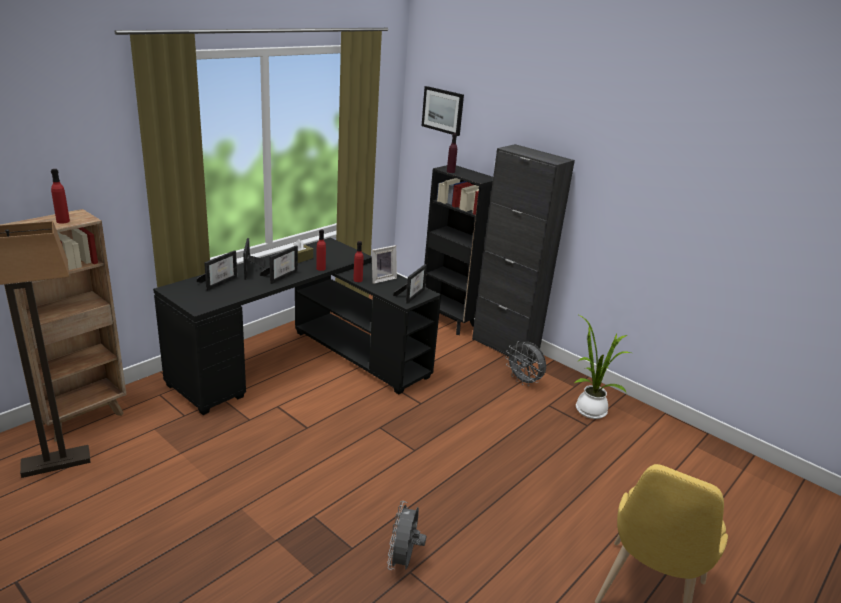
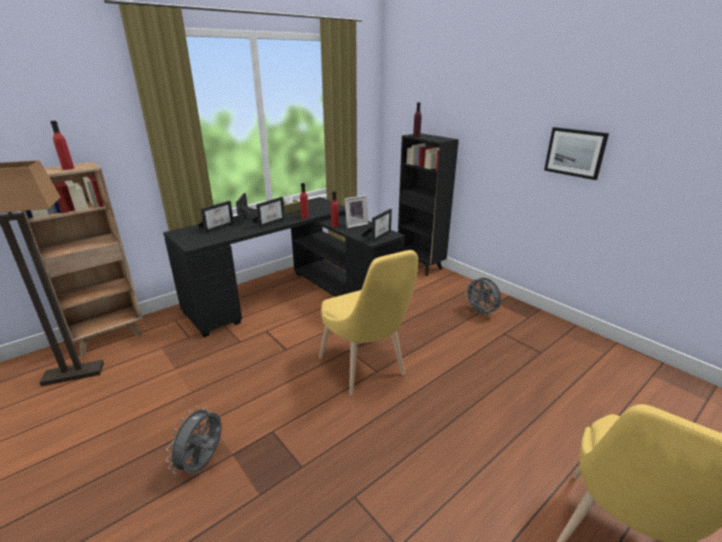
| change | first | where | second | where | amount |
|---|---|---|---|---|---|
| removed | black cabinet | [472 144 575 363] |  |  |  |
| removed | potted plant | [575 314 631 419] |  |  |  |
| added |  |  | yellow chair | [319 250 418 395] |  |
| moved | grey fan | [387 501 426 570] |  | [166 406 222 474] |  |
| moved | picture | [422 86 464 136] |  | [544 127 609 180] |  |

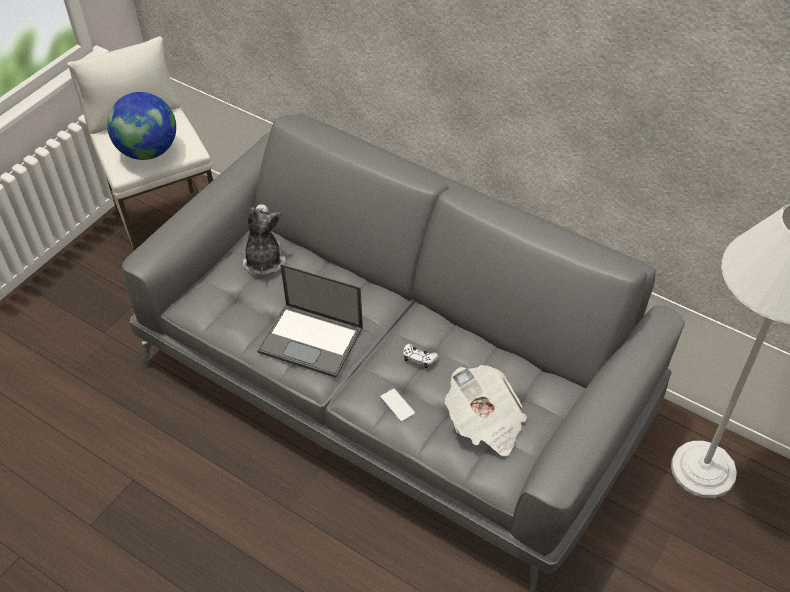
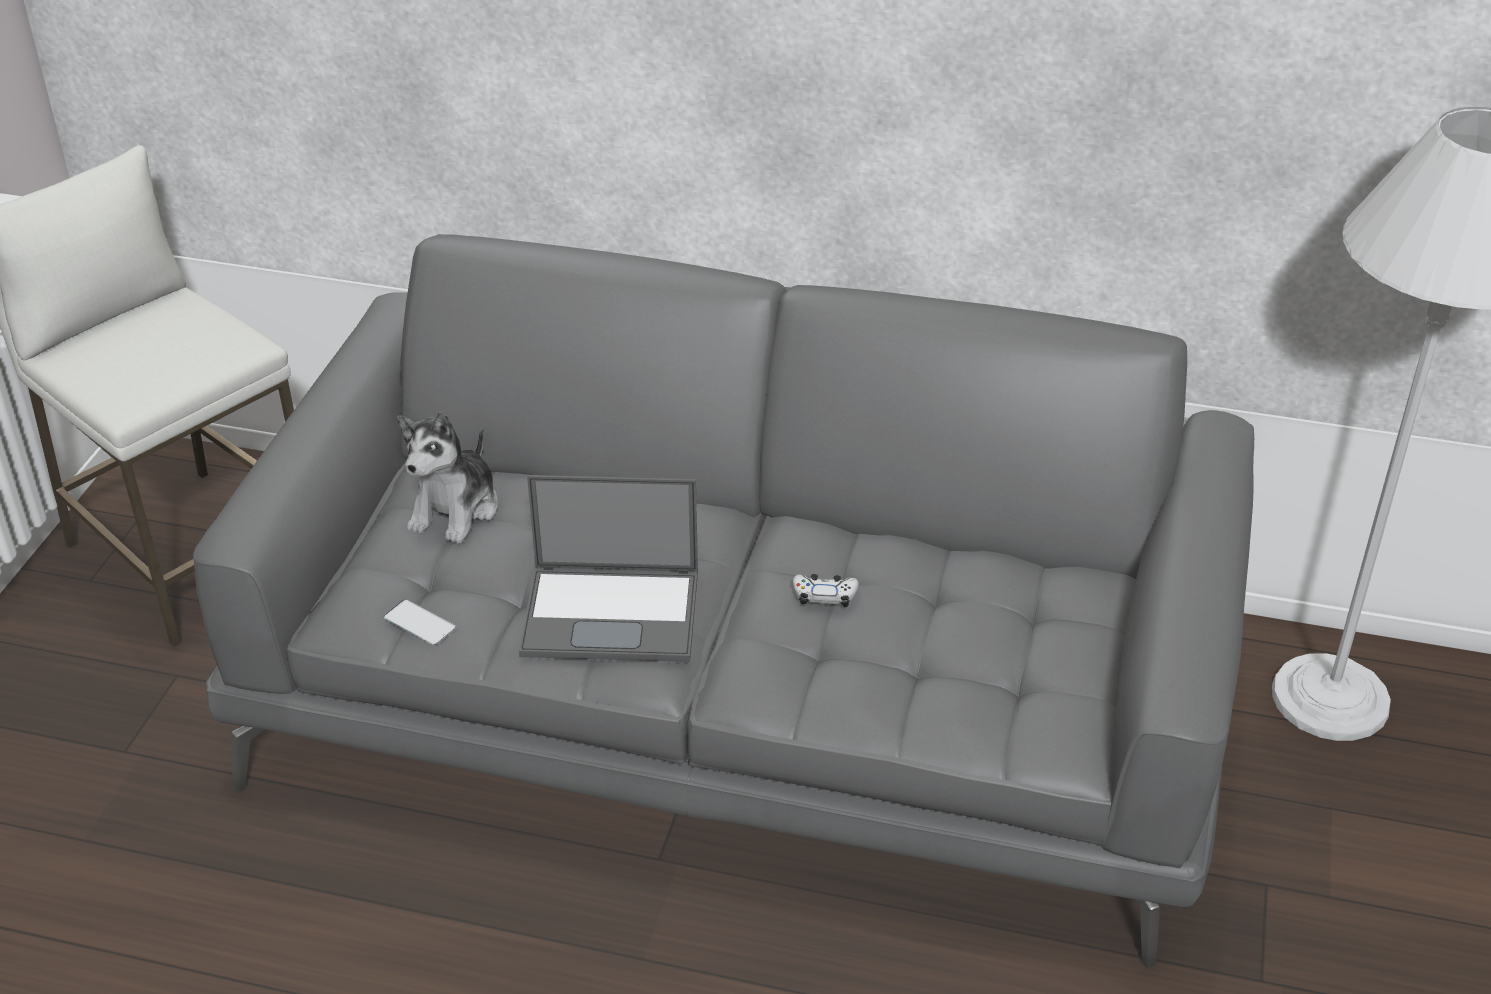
| change | first | where | second | where | amount |
|---|---|---|---|---|---|
| removed | globe | [107 92 176 160] |  |  |  |
| removed | newspaper | [445 365 527 456] |  |  |  |
| moved | phone | [380 388 415 422] |  | [383 599 456 646] |  |
| turned | plush toy | [243 204 286 275] |  | [397 412 498 544] | 135 degrees counterclockwise |

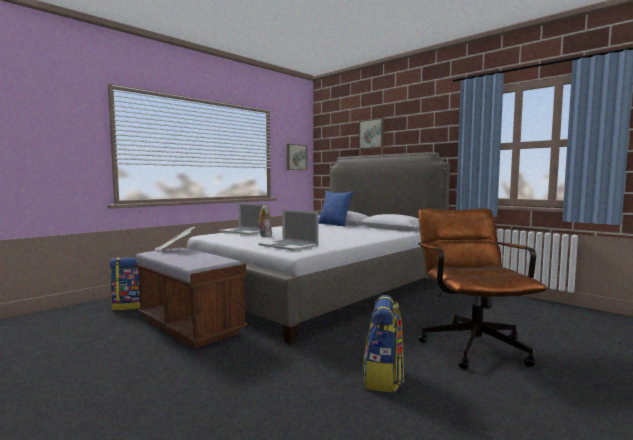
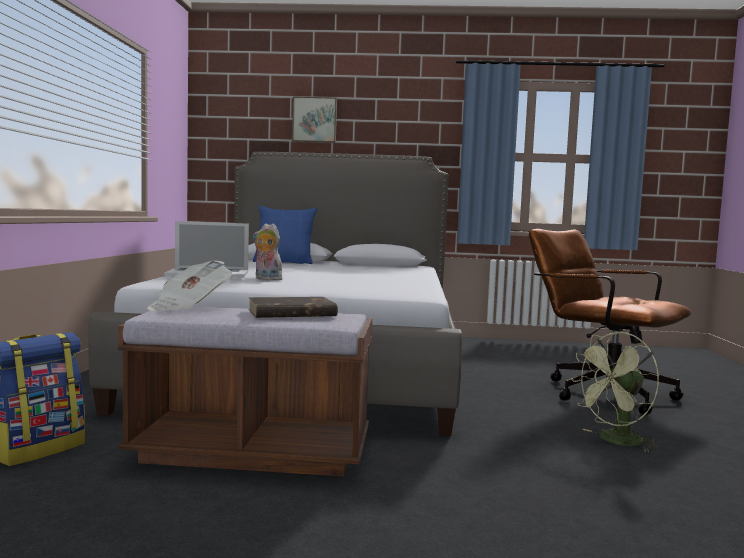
| change | first | where | second | where | amount |
|---|---|---|---|---|---|
| removed | laptop | [258 210 318 251] |  |  |  |
| removed | picture | [287 144 307 170] |  |  |  |
| added |  |  | brown book | [248 297 338 318] |  |
| replaced | backpack | [363 295 404 392] | green fan | [570 331 659 453] |  |

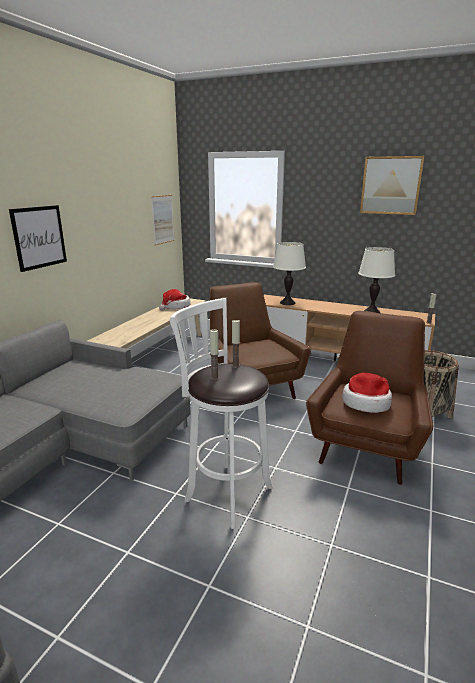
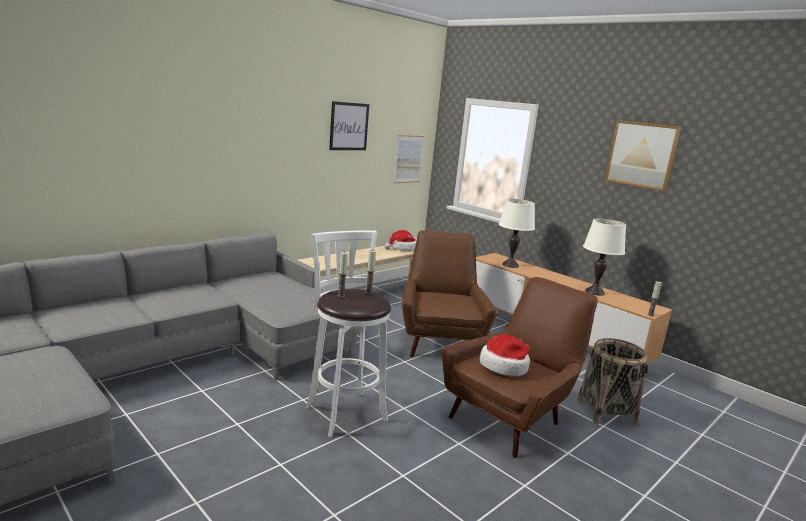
| change | first | where | second | where | amount |
|---|---|---|---|---|---|
| moved | picture | [9 205 67 272] |  | [329 101 369 150] |  |

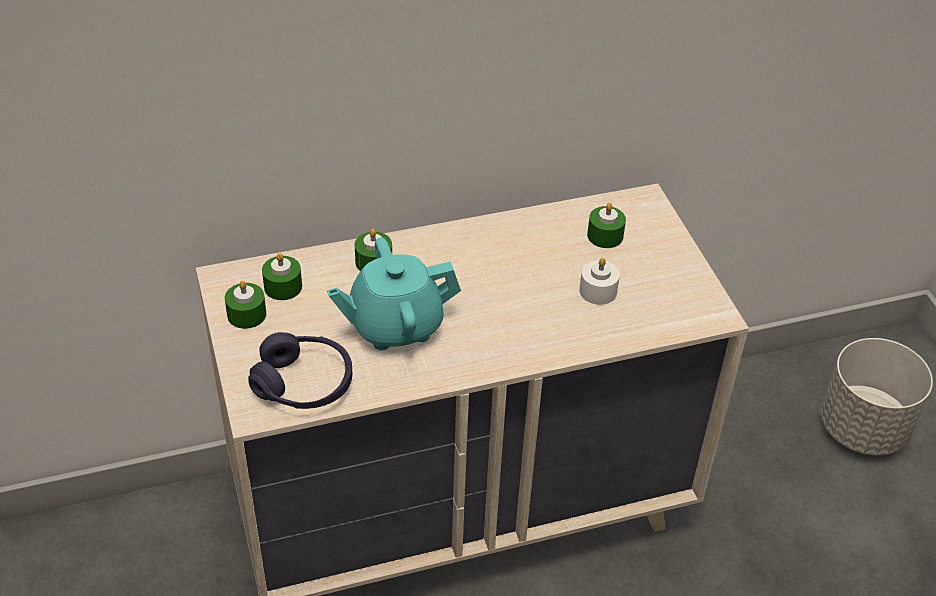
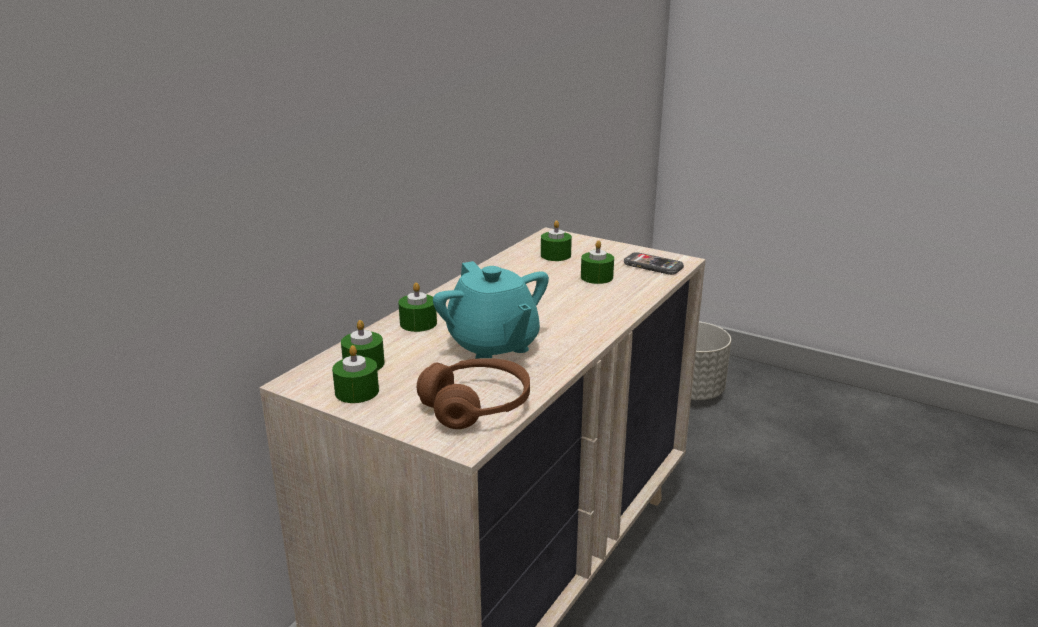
| change | first | where | second | where | amount |
|---|---|---|---|---|---|
| added |  |  | phone | [624 252 684 275] |  |
| recoloured | purple headphones | [248 332 352 409] | brown headphones | [417 358 530 429] |  |
| recoloured | white candle | [579 258 620 305] | green candle | [581 240 614 284] |  |
| turned | turquoise teapot | [327 238 461 350] |  | [433 261 549 359] | 60 degrees counterclockwise |

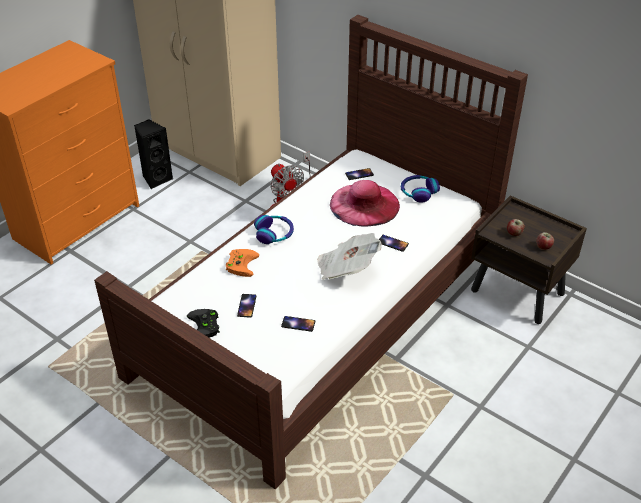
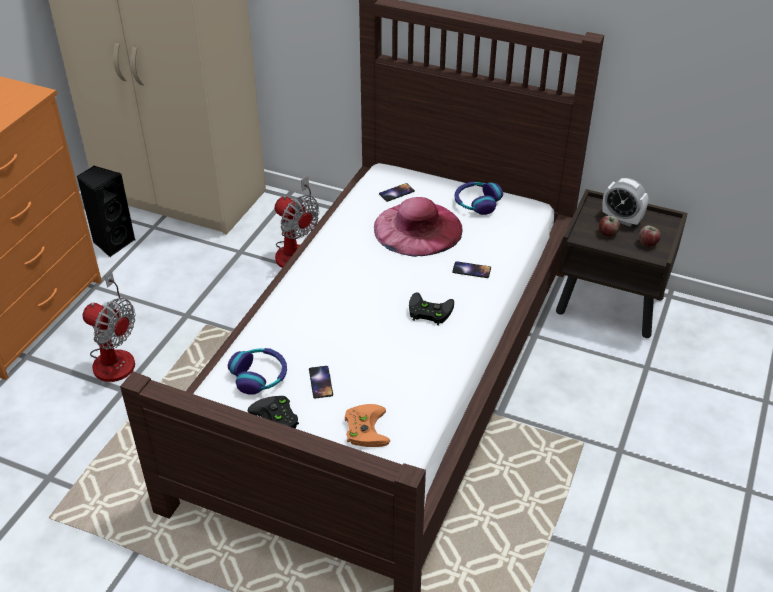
| change | first | where | second | where | amount |
|---|---|---|---|---|---|
| removed | phone | [281 316 315 332] |  |  |  |
| added |  |  | fan | [82 270 136 382] |  |
| added |  |  | alarm clock | [602 178 648 227] |  |
| moved | orange game controller | [226 249 259 277] |  | [345 404 390 447] |  |
| moved | headphones | [254 215 294 244] |  | [228 348 287 395] |  |
| replaced | newspaper | [317 233 382 280] | black game controller | [409 292 454 325] |  |

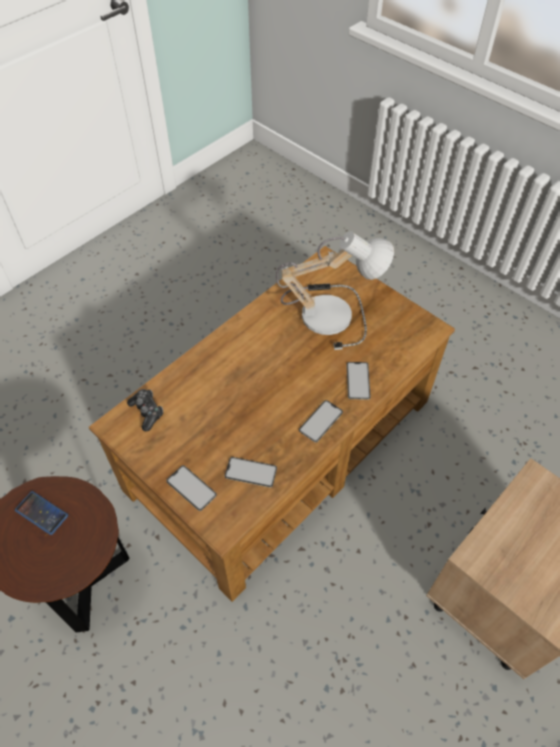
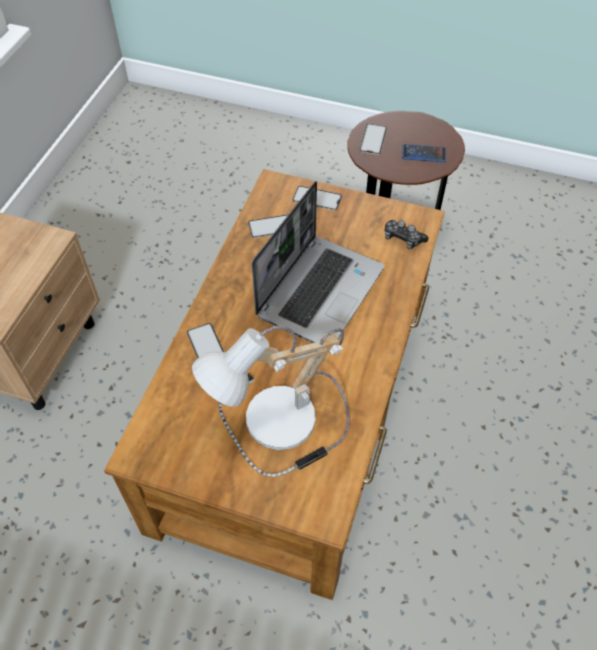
| change | first | where | second | where | amount |
|---|---|---|---|---|---|
| added |  |  | laptop | [252 181 384 343] |  |
| moved | phone | [299 400 343 442] |  | [359 124 387 155] |  |

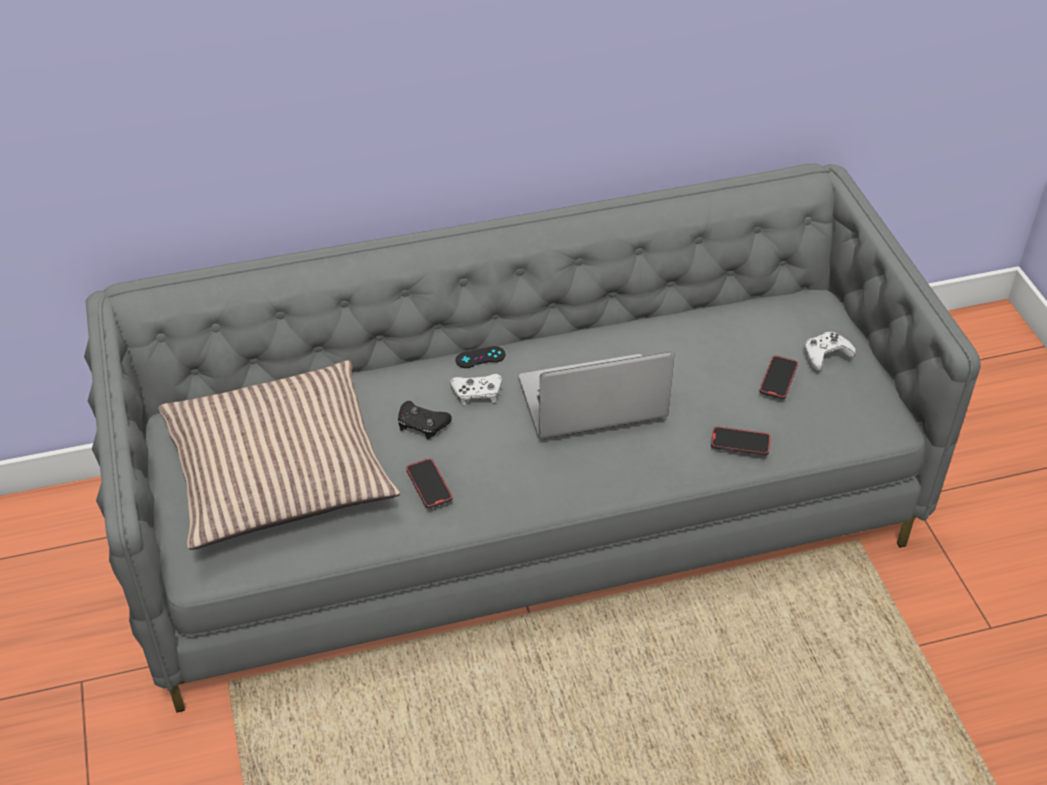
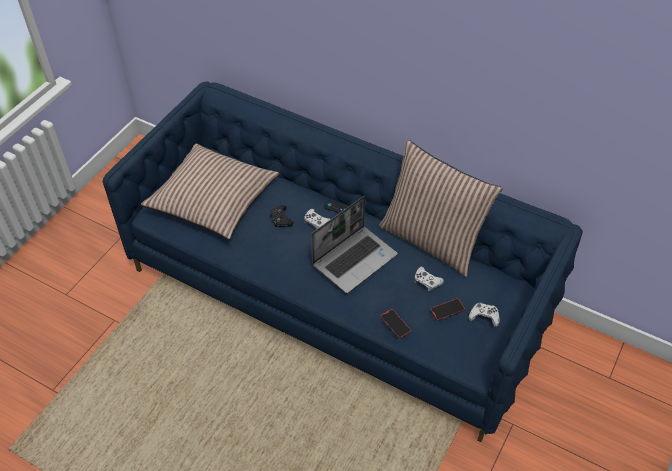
| change | first | where | second | where | amount |
|---|---|---|---|---|---|
| removed | phone | [406 458 452 509] |  |  |  |
| added |  |  | pillow | [379 140 502 277] |  |
| added |  |  | white game controller | [414 267 444 291] |  |
| recoloured | grey sofa | [84 164 981 712] | blue sofa | [103 82 583 442] |  |
| turned | laptop | [519 352 674 439] |  | [311 196 398 293] | 105 degrees clockwise |

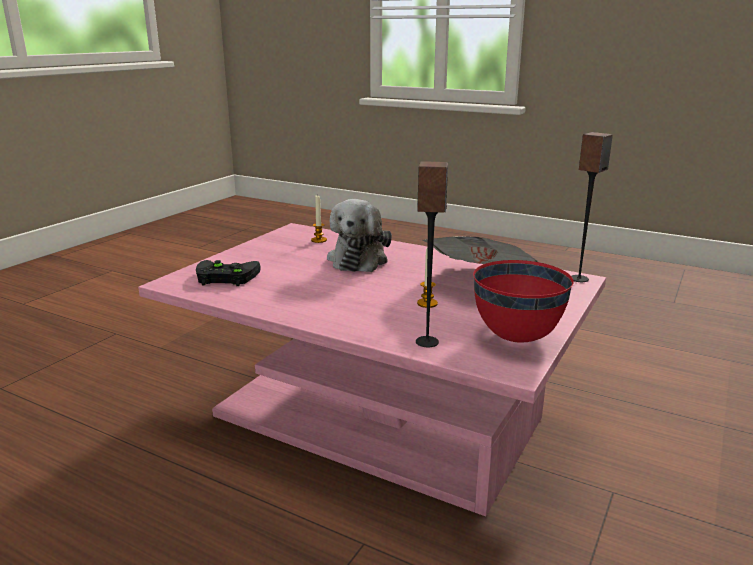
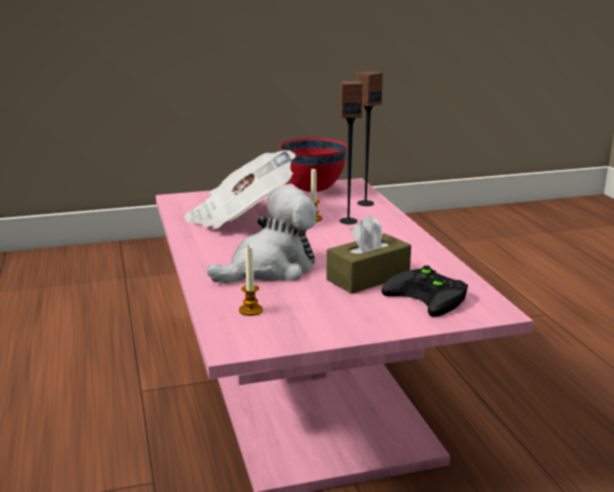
| change | first | where | second | where | amount |
|---|---|---|---|---|---|
| added |  |  | brown tissue box | [326 215 411 294] |  |
| moved | speaker | [572 132 613 282] |  | [339 80 362 224] |  |

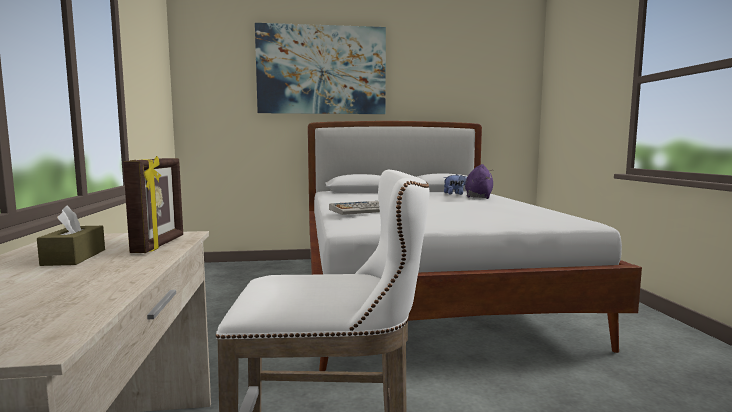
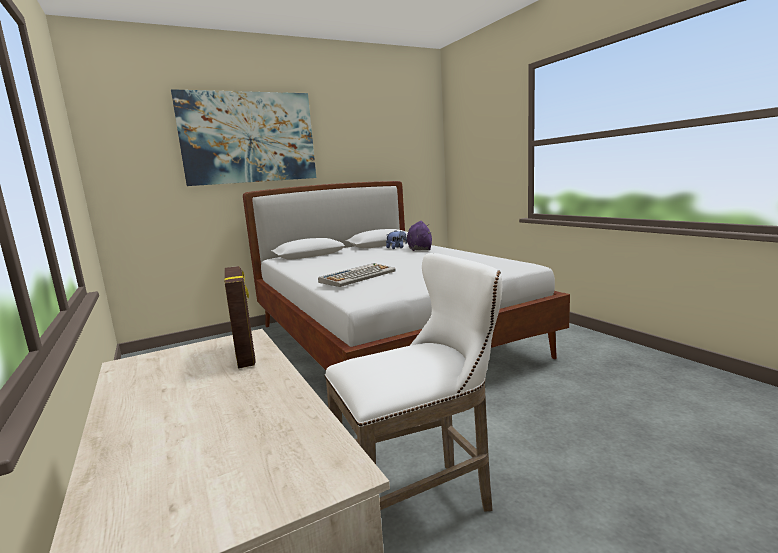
| change | first | where | second | where | amount |
|---|---|---|---|---|---|
| removed | brown tissue box | [37 205 105 266] |  |  |  |

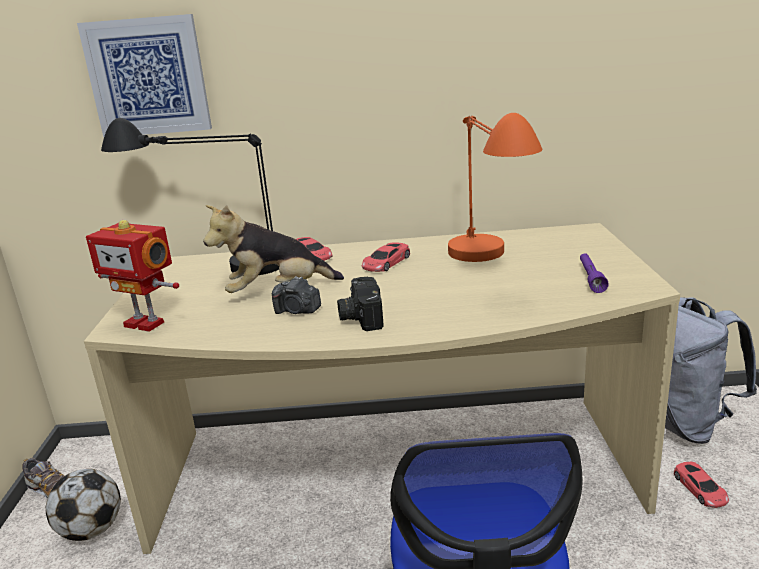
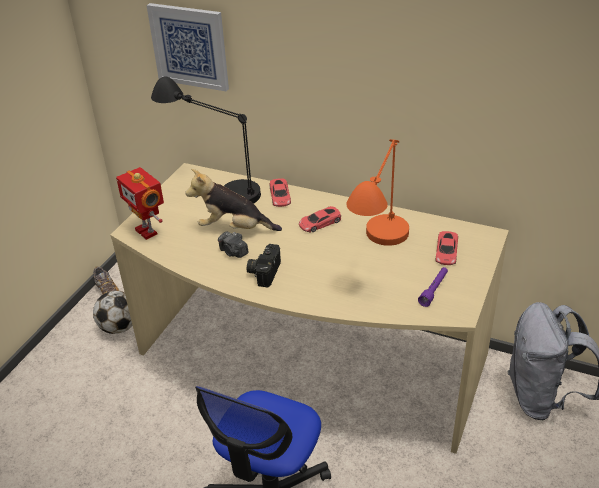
| change | first | where | second | where | amount |
|---|---|---|---|---|---|
| moved | red toy car | [674 462 729 508] |  | [435 231 458 265] |  |

